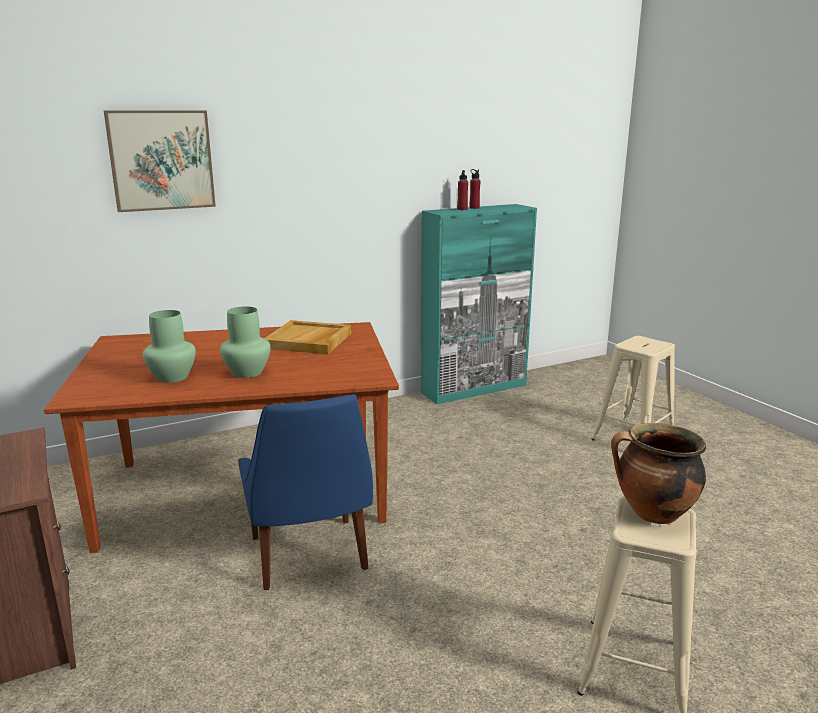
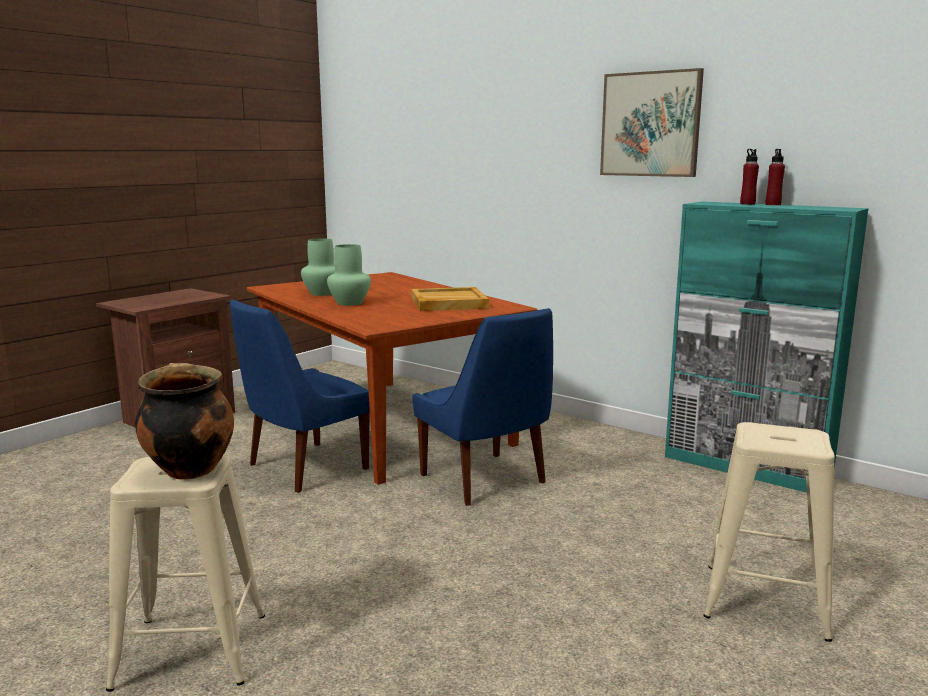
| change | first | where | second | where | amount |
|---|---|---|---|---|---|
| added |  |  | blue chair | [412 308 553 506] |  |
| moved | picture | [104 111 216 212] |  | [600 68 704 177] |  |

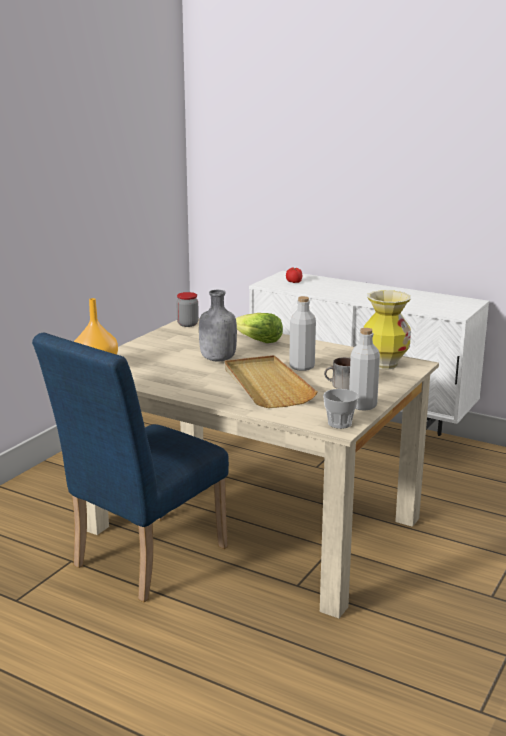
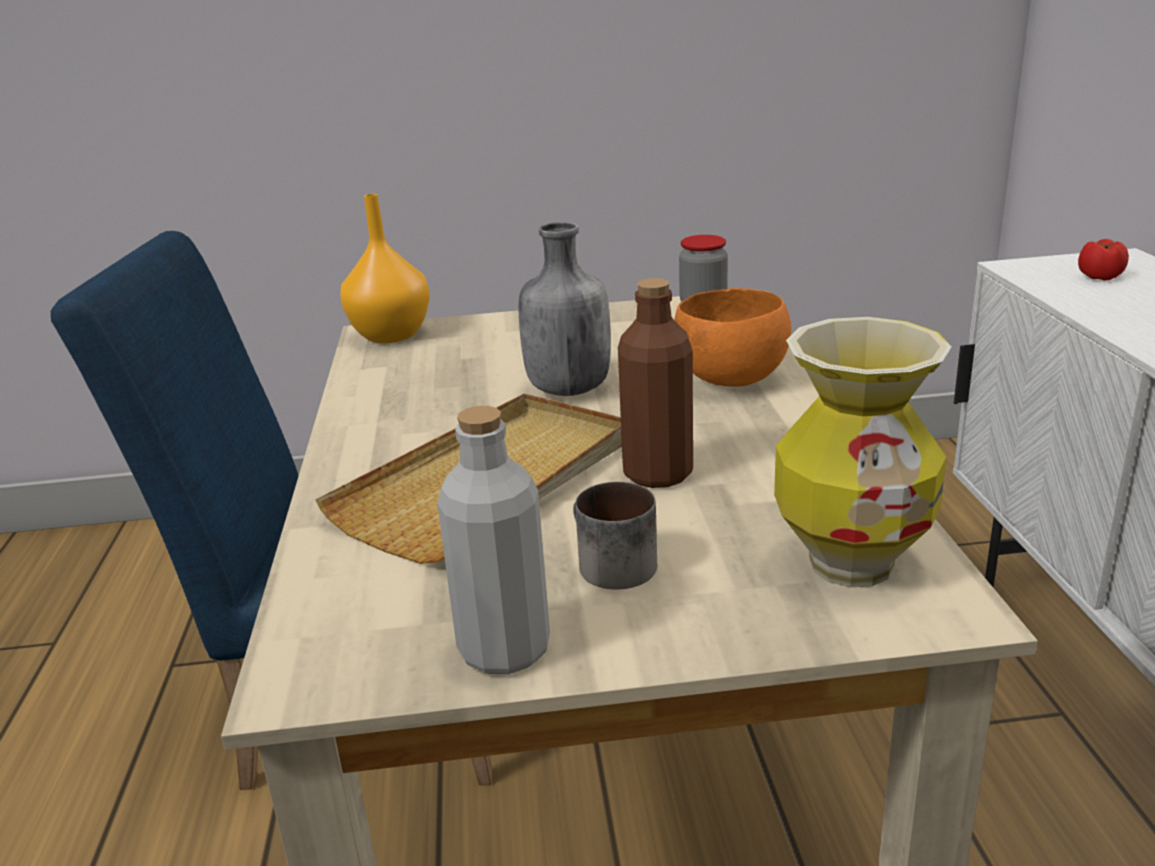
| change | first | where | second | where | amount |
|---|---|---|---|---|---|
| removed | cup | [323 389 359 429] |  |  |  |
| replaced | lettuce | [236 313 283 343] | orange bowl | [674 288 791 387] |  |
| recoloured | grey bottle | [289 296 316 371] | brown bottle | [618 278 693 488] |  |

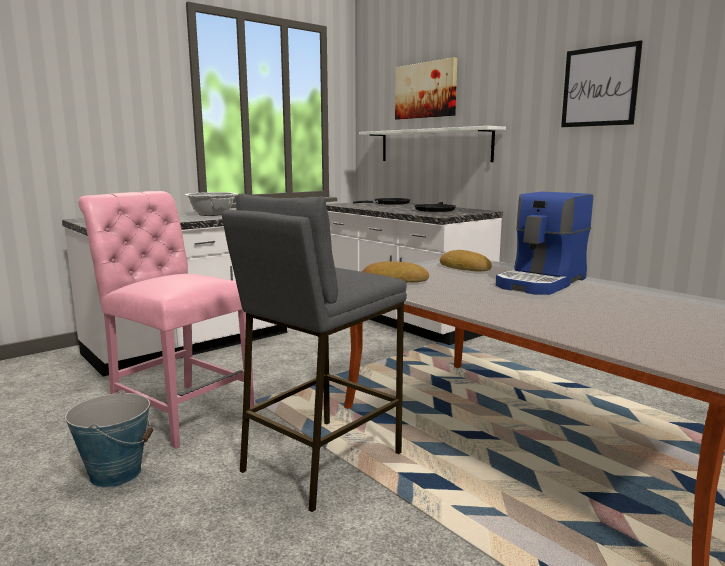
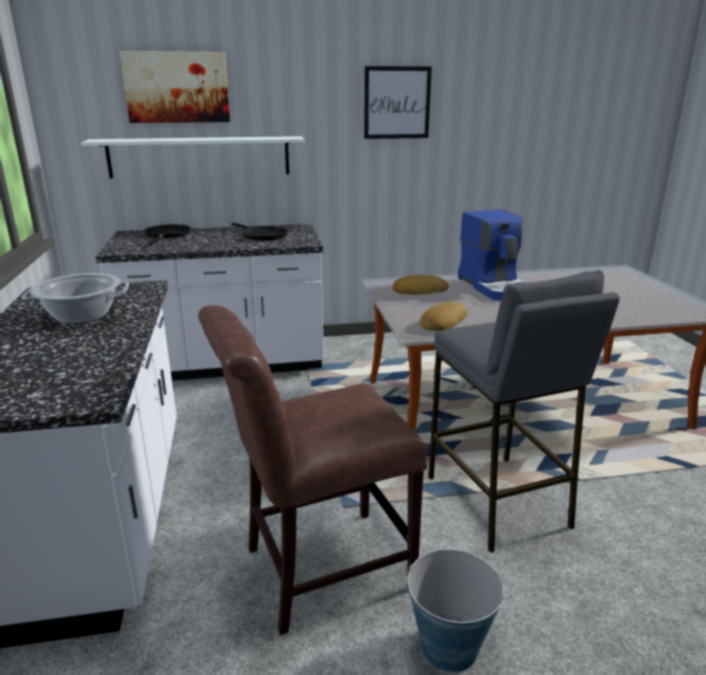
| change | first | where | second | where | amount |
|---|---|---|---|---|---|
| recoloured | pink chair | [78 191 254 448] | brown chair | [198 305 427 635] |  |

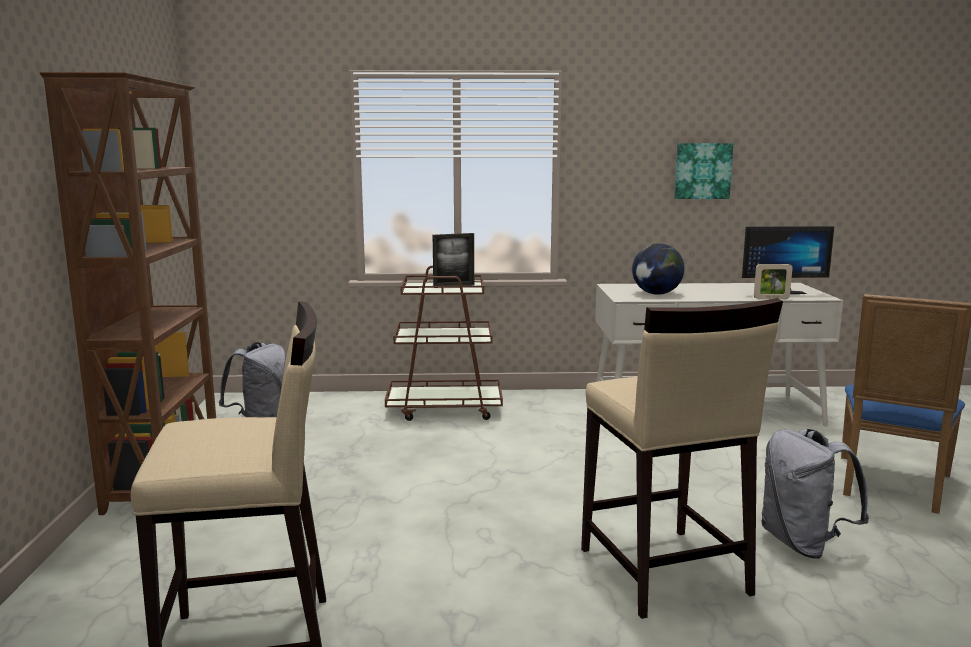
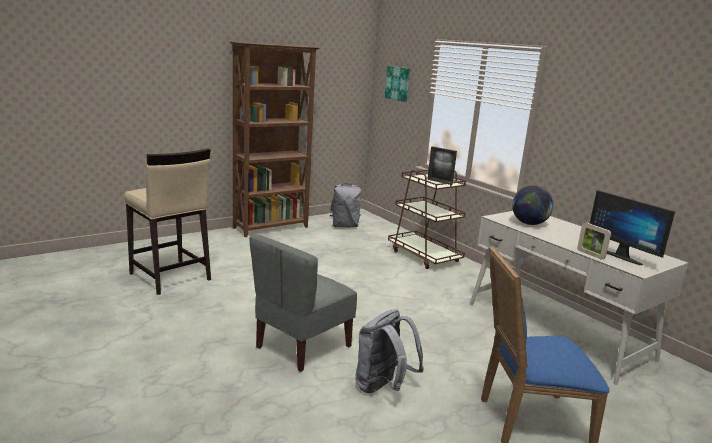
| change | first | where | second | where | amount |
|---|---|---|---|---|---|
| moved | picture | [674 143 733 199] |  | [385 66 410 102] |  |
| replaced | beige stool | [581 298 783 619] | grey chair | [249 234 357 372] |  |

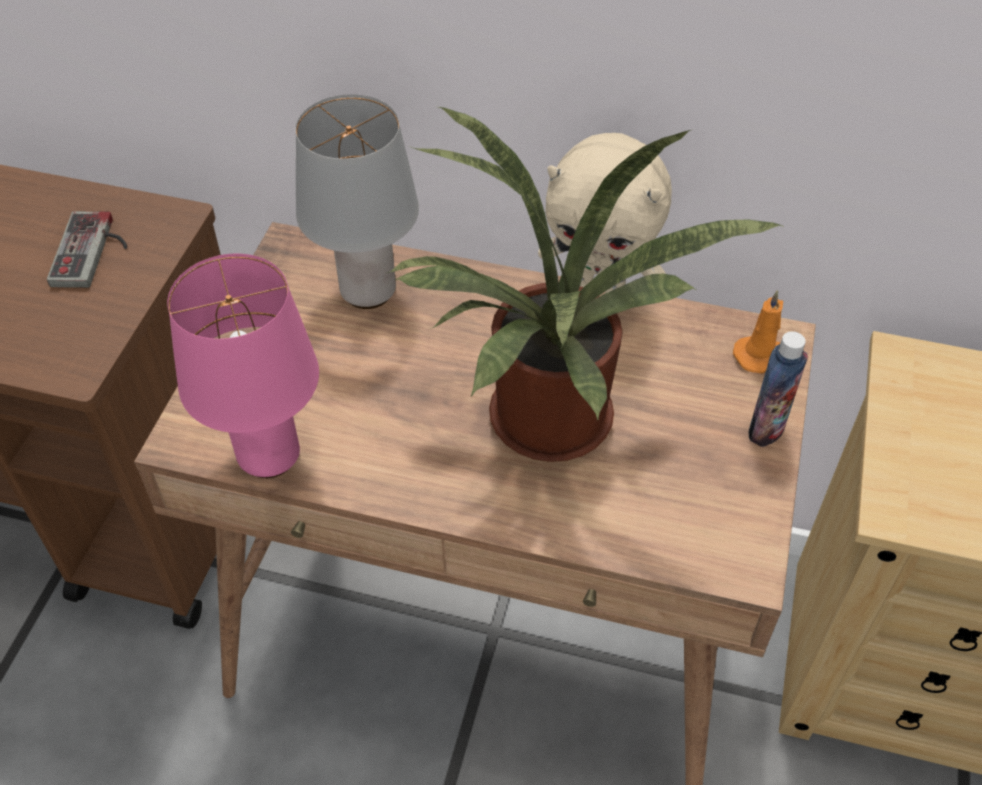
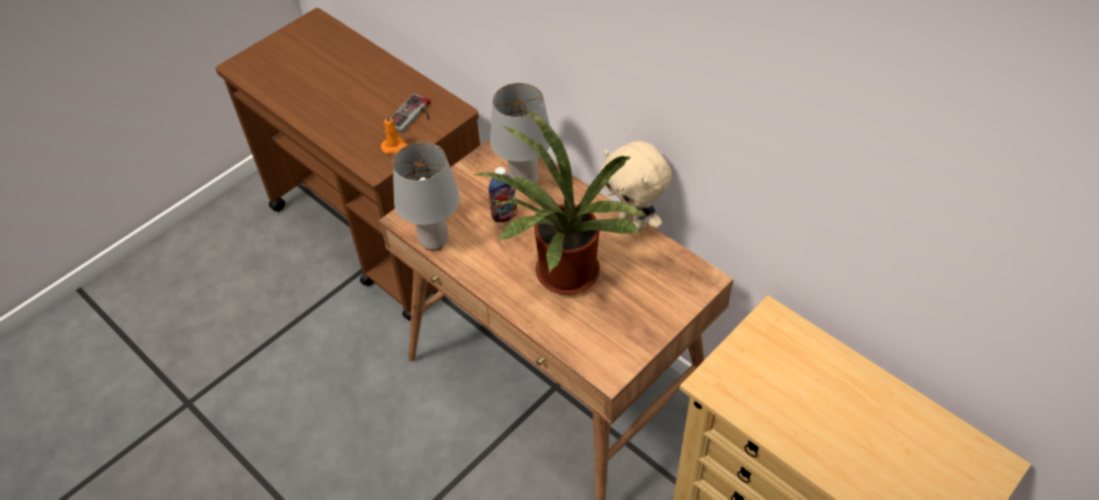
| change | first | where | second | where | amount |
|---|---|---|---|---|---|
| moved | orange candle | [733 290 783 373] |  | [381 114 407 154] |  |
| moved | bottle | [749 331 808 447] |  | [488 167 517 222] |  |
| recoloured | pink table lamp | [167 254 319 478] | grey table lamp | [393 142 460 250] |  |

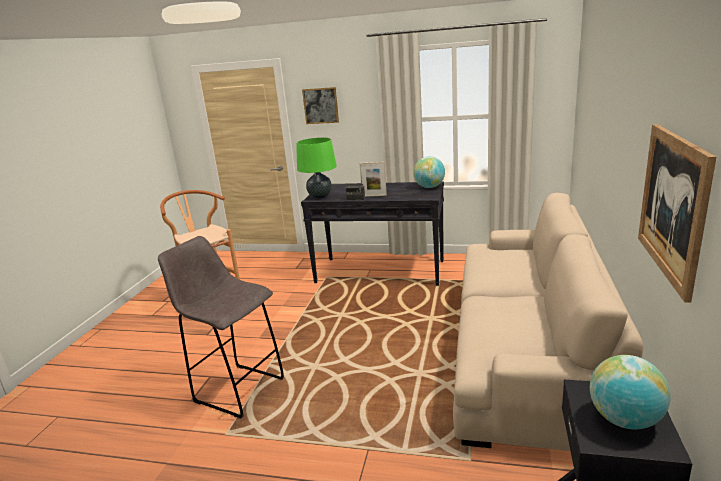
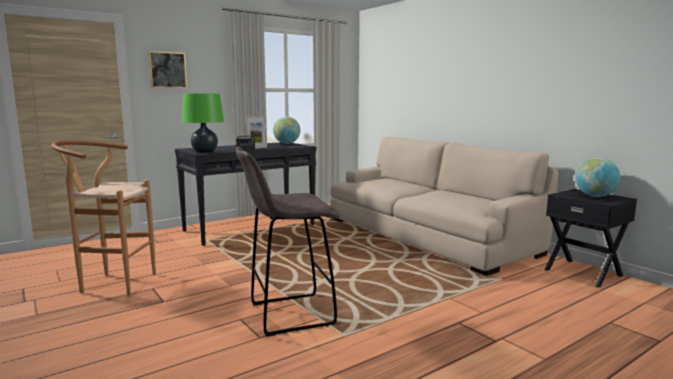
| change | first | where | second | where | amount |
|---|---|---|---|---|---|
| removed | picture | [638 124 716 303] |  |  |  |

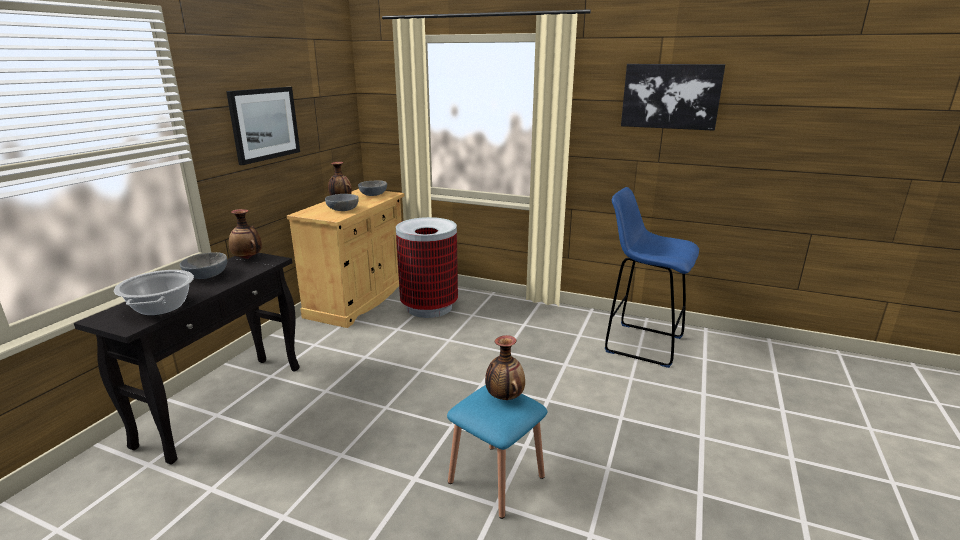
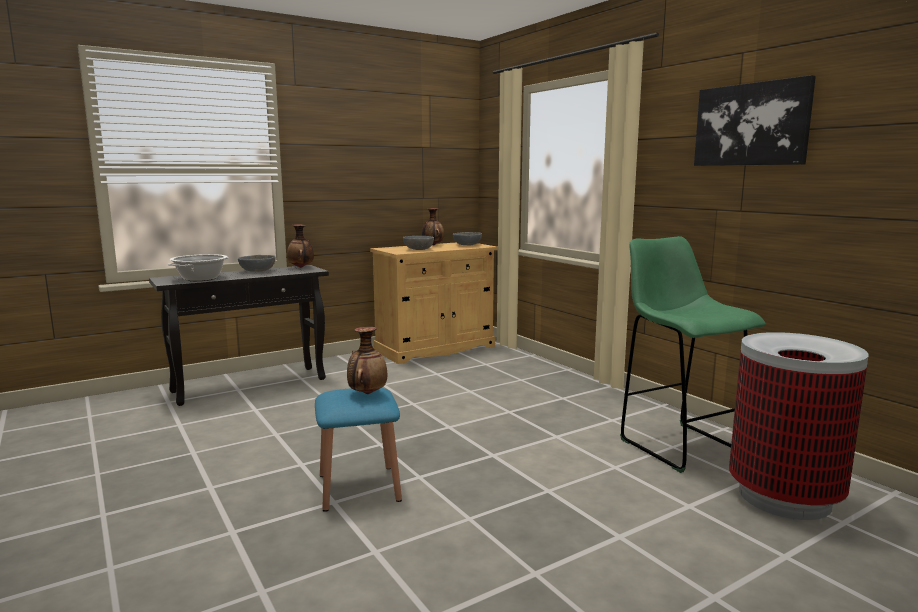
| change | first | where | second | where | amount |
|---|---|---|---|---|---|
| removed | picture | [226 87 300 165] |  |  |  |
| moved | trash can | [396 217 458 318] |  | [729 332 869 520] |  |
| recoloured | blue stool | [605 187 699 368] | green stool | [620 236 766 473] |  |

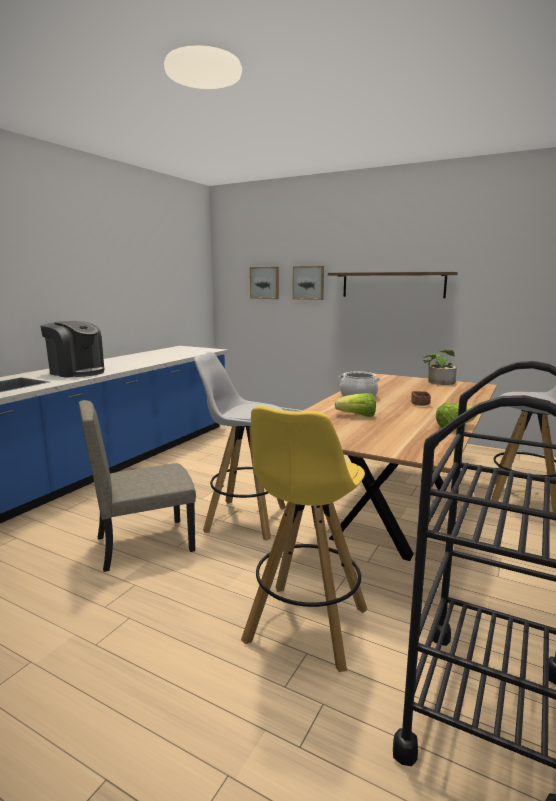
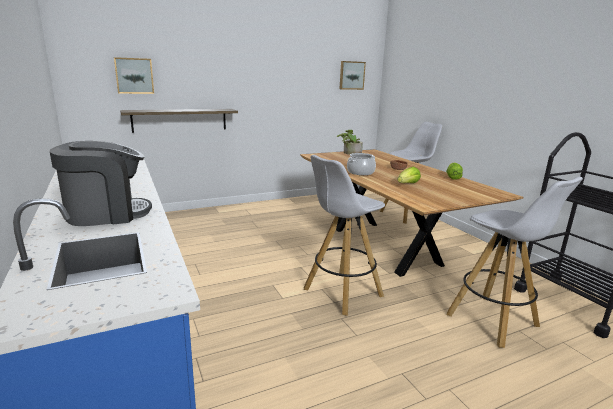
| change | first | where | second | where | amount |
|---|---|---|---|---|---|
| removed | beige chair | [79 400 196 572] |  |  |  |
| moved | picture | [292 266 324 300] |  | [340 61 366 90] |  |
| moved | shelf | [328 272 458 298] |  | [120 109 238 133] |  |
| recoloured | yellow stool | [241 406 368 672] | white stool | [447 177 583 348] |  |

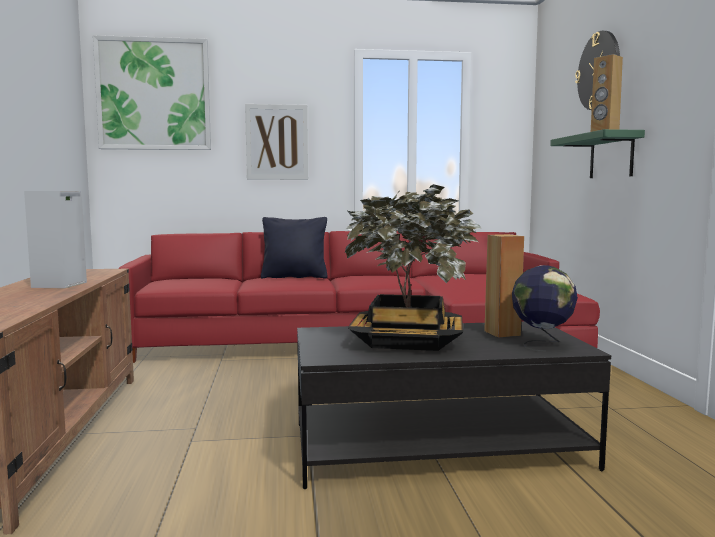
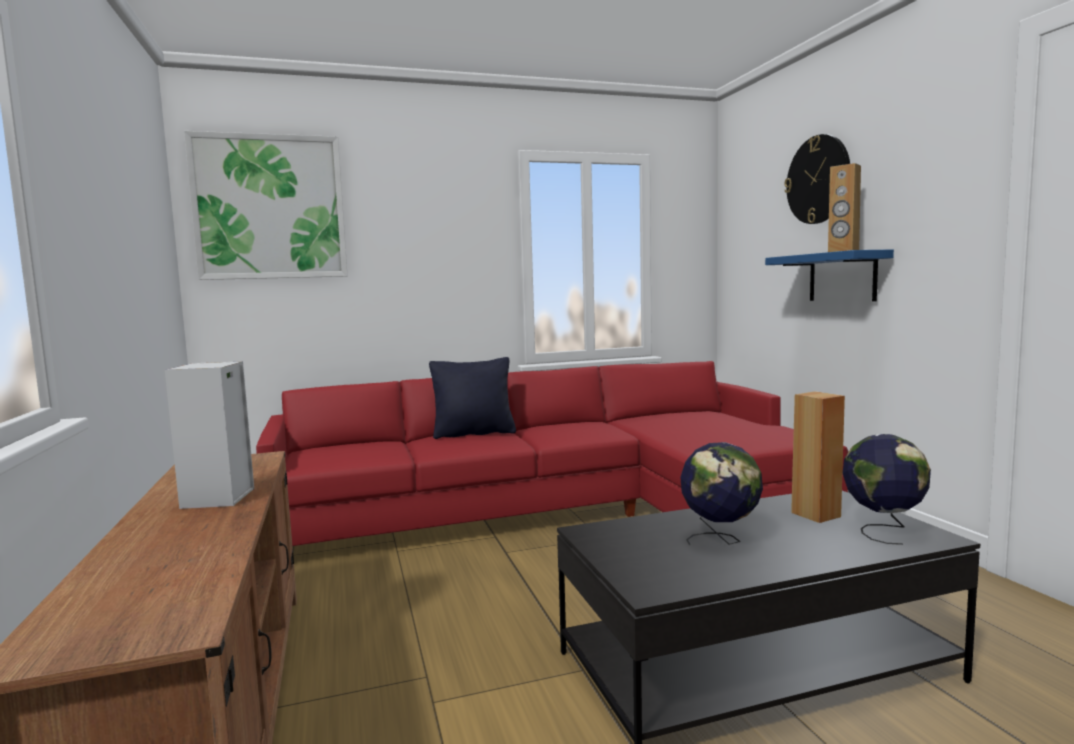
| change | first | where | second | where | amount |
|---|---|---|---|---|---|
| removed | picture | [245 104 308 180] |  |  |  |
| replaced | potted plant | [345 184 481 351] | globe | [680 442 763 545] |  |
| recoloured | green shelf | [550 129 645 178] | blue shelf | [765 249 894 301] |  |

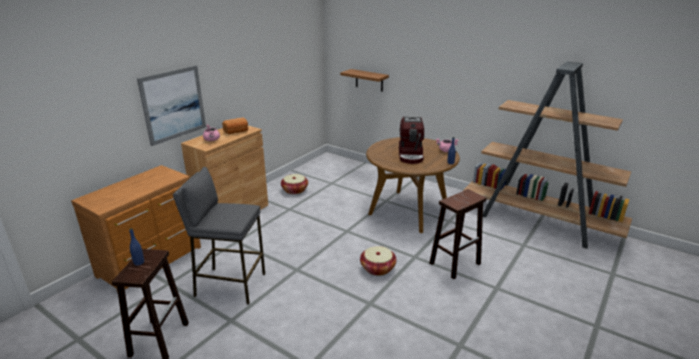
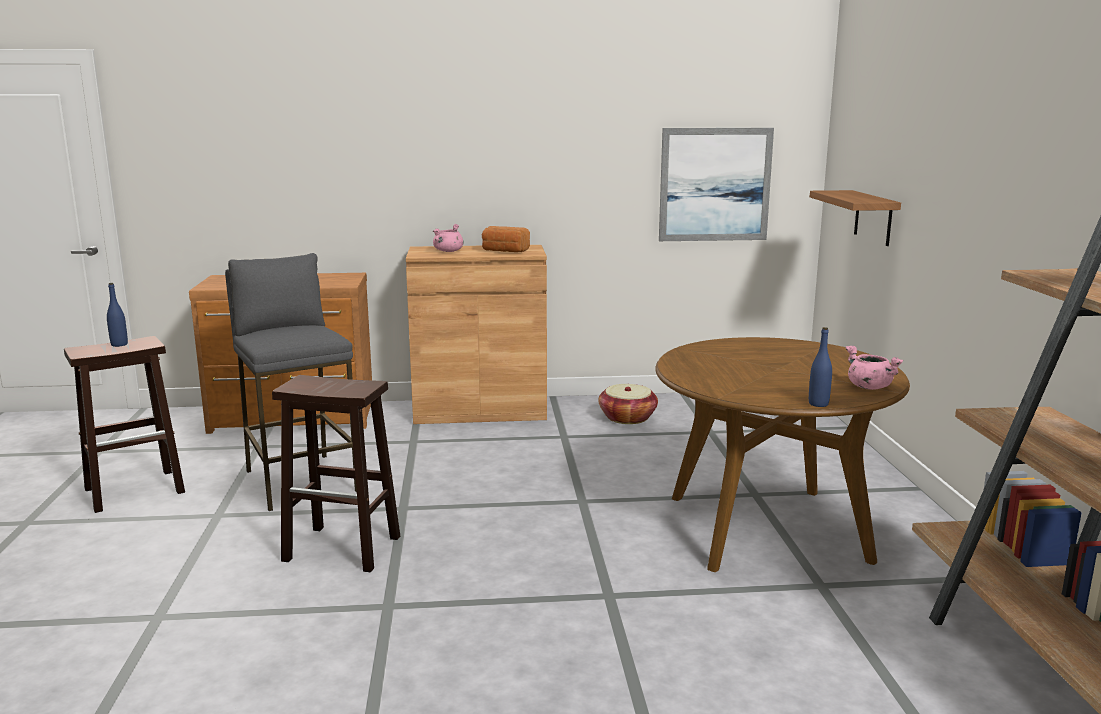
| change | first | where | second | where | amount |
|---|---|---|---|---|---|
| removed | basket | [360 246 397 276] |  |  |  |
| removed | coffee machine | [399 117 424 164] |  |  |  |
| moved | picture | [137 65 206 146] |  | [659 128 774 241] |  |
| moved | brown stool | [429 189 487 279] |  | [272 375 400 572] |  |

